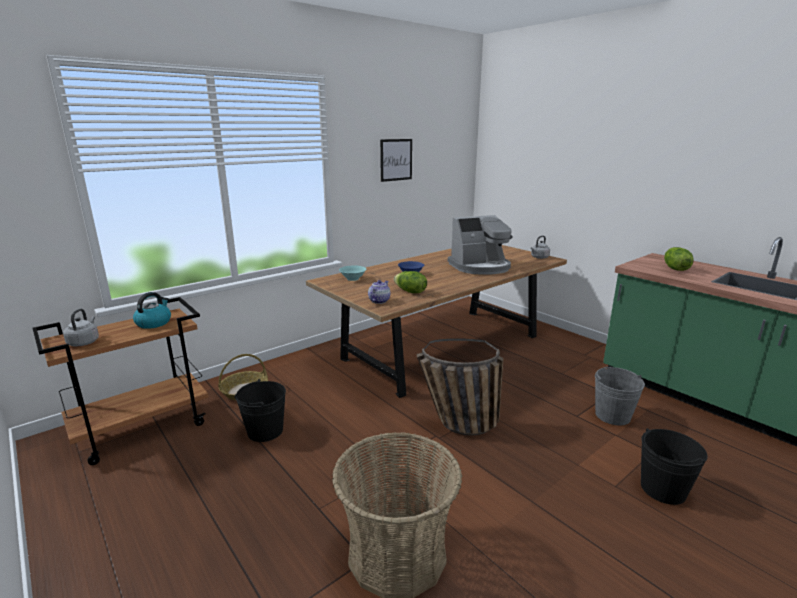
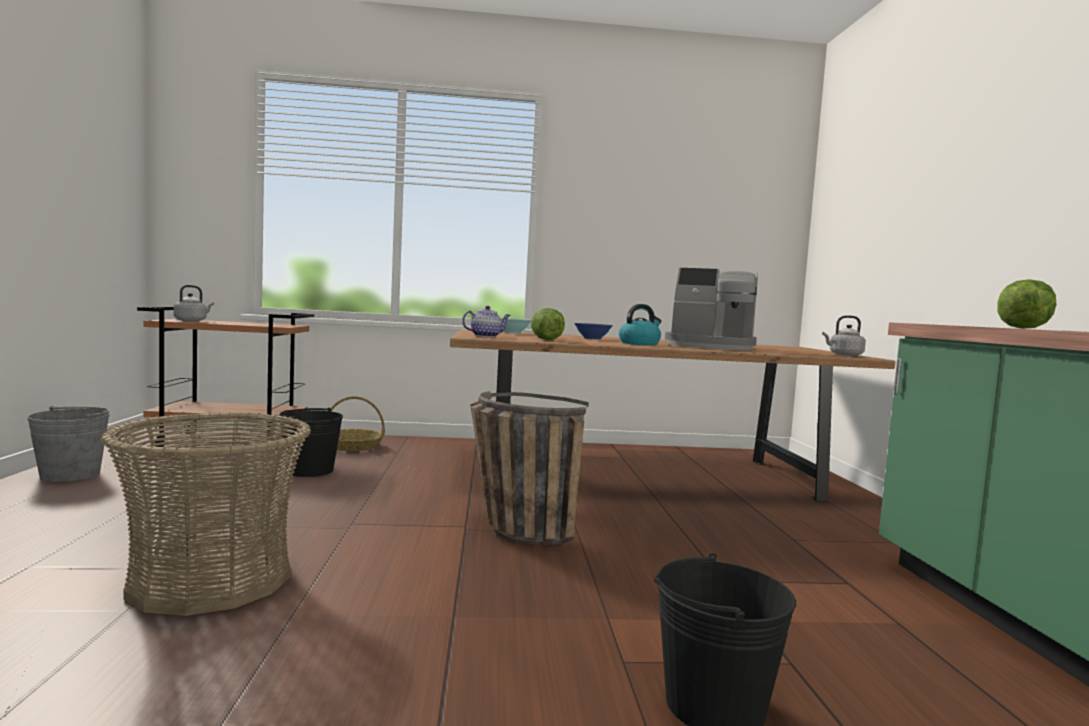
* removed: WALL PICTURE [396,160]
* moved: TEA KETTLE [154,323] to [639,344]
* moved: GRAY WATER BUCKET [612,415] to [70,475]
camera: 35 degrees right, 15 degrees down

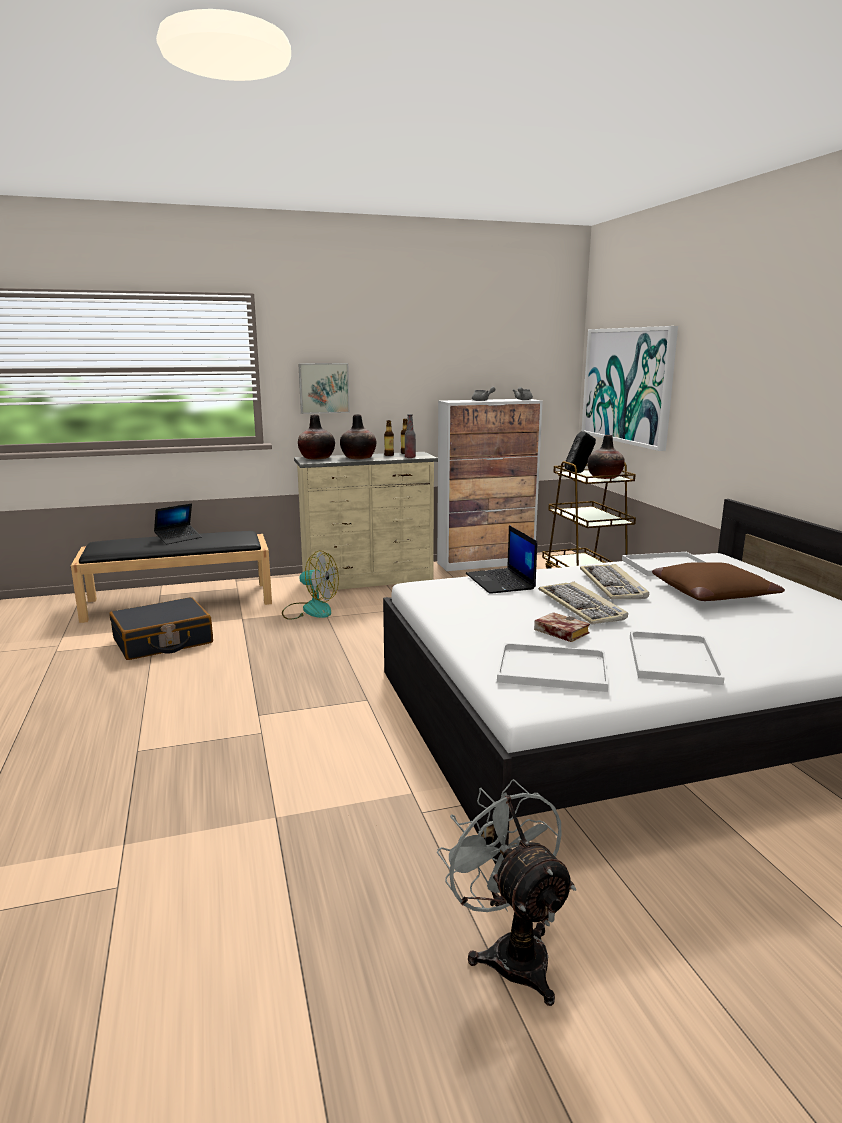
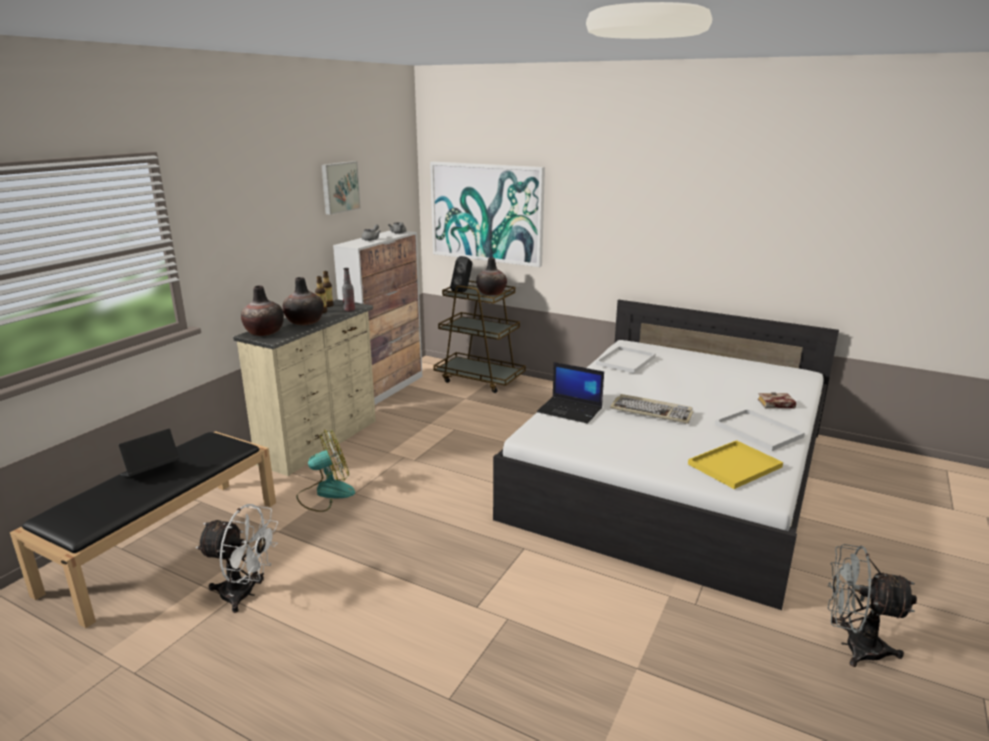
* removed: KEYBOARD [613,585]
* removed: BROWN PILLOW [712,593]
* moved: WALL PICTURE [323,388] to [339,187]
* moved: BOOK [558,632] to [775,404]
* replaced: BLACK TRAVEL CASE [163,641] to WHITE COOLING FAN [245,594]
* recoloured: WHITE TRAY [554,669] to YELLOW TRAY [735,465]
* turned: LAPTOP [178,538] = [151,472] 135 degrees counterclockwise
camera: 45 degrees left, 5 degrees up

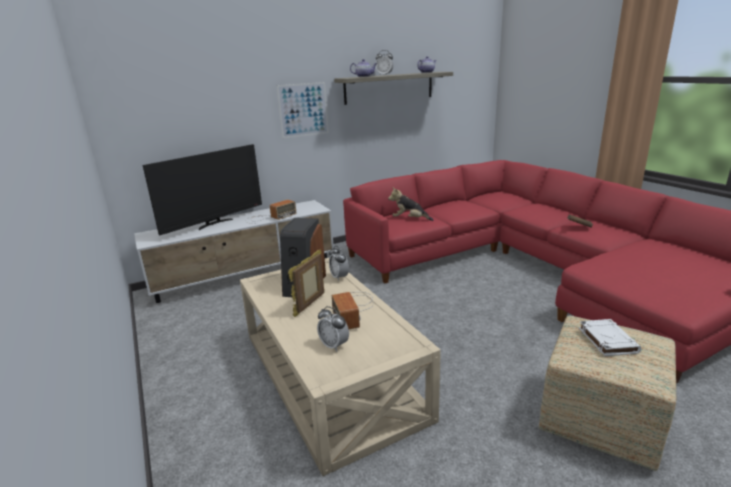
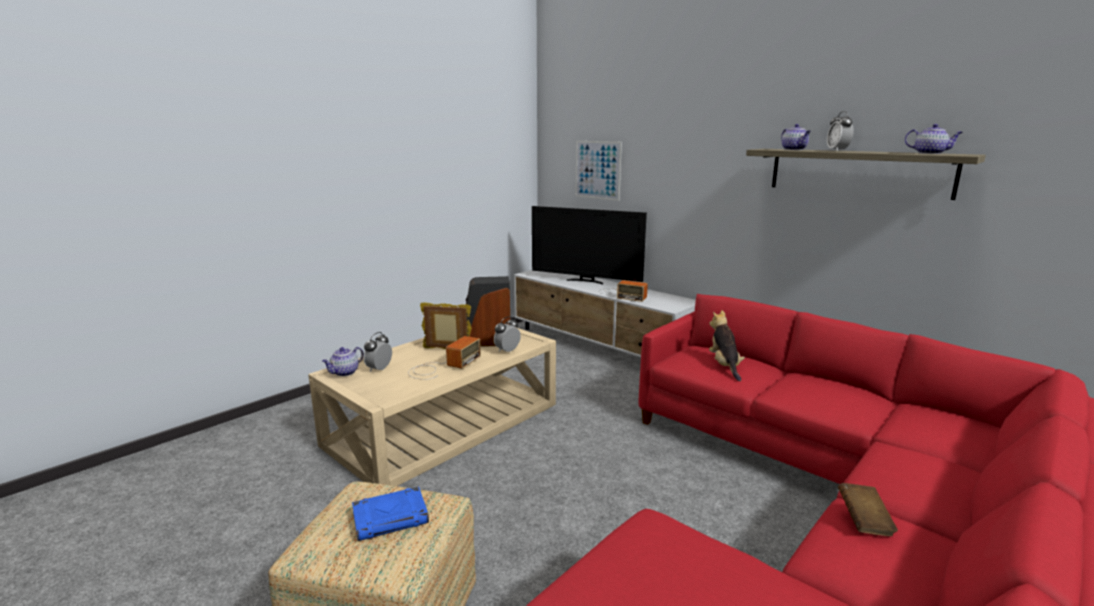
* added: POT FOR TEA [344,373]
* moved: WALL PICTURE [303,110] to [597,170]
* recoloured: WHITE BOOK [607,340] to BLUE BOOK [391,518]
* turned: RADIO SET [354,309] = [442,366] 150 degrees clockwise
camera: 70 degrees right, 5 degrees down

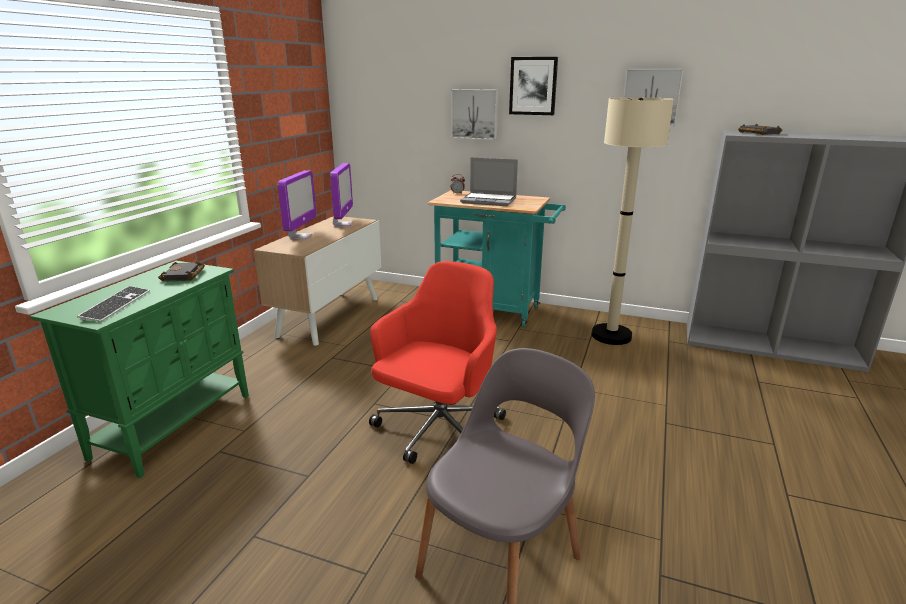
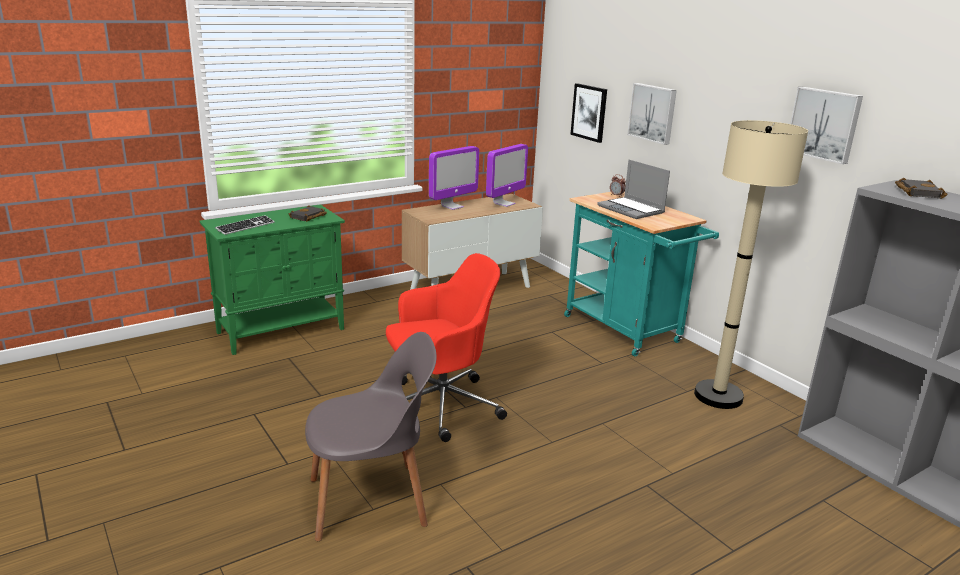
* moved: WALL PICTURE [533,86] to [589,112]
camera: 35 degrees right, 0 degrees up

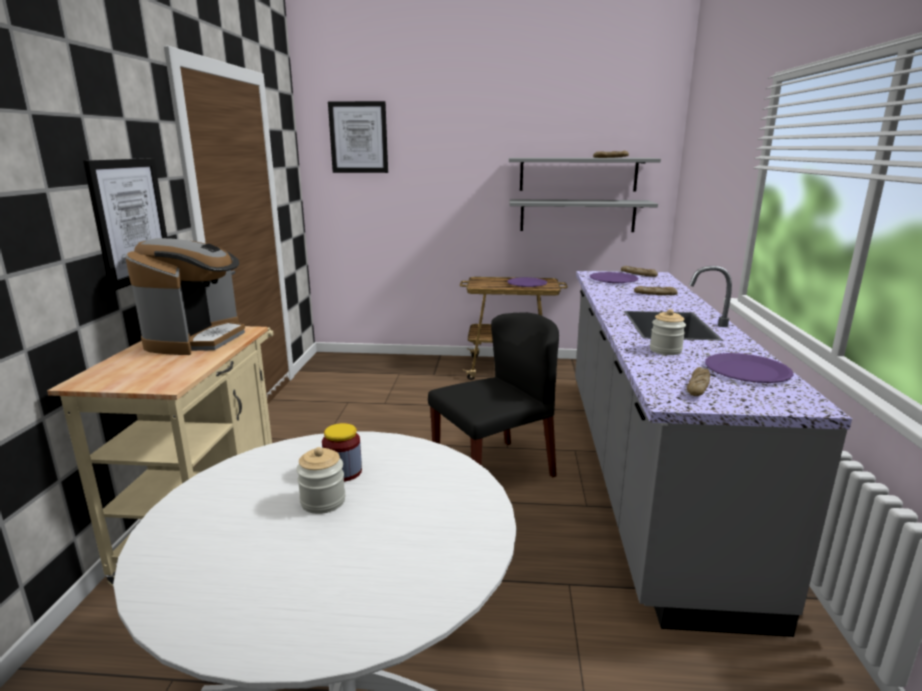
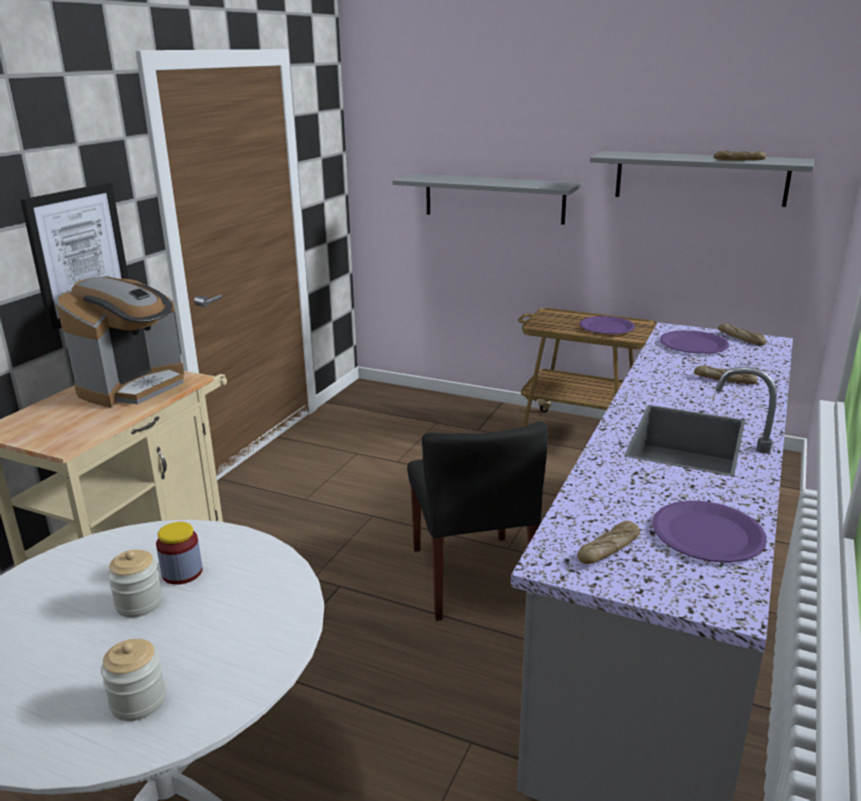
* removed: WALL PICTURE [358,137]
* moved: GRAY SHELF [577,215] to [494,198]
* moved: JAR [665,350] to [138,701]
* turned: BLACK UPRIGHT CHAIR [494,470] = [473,576] 90 degrees clockwise
camera: 20 degrees right, 5 degrees up

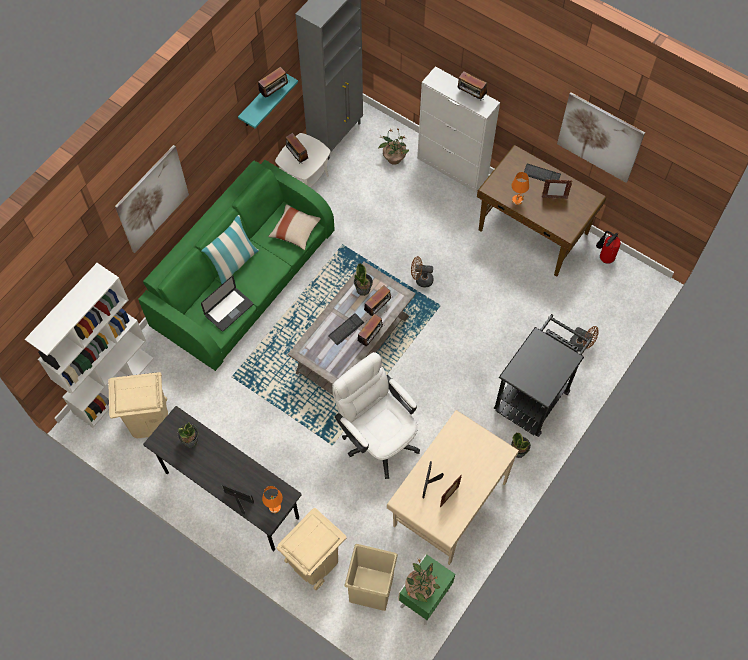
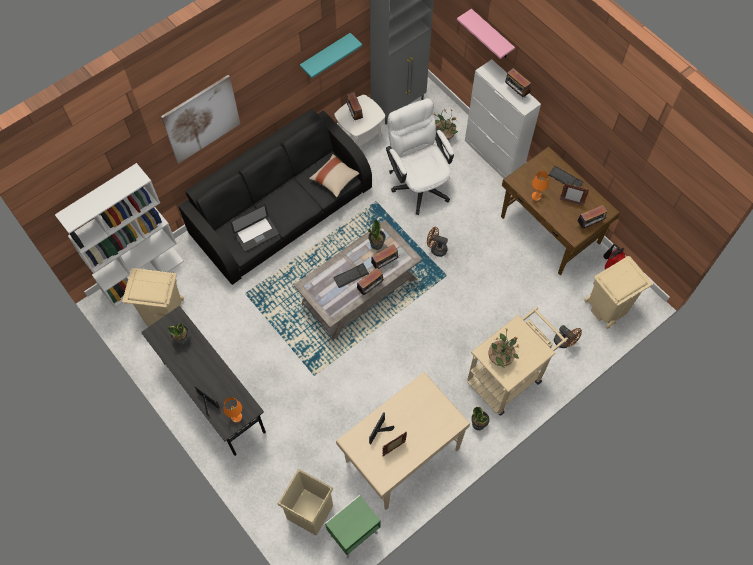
* removed: PILLOW [234,263]
* removed: WALL PICTURE [600,137]
* added: PINK SHELF [491,35]
* moved: RADIO SET [274,92] to [590,224]
* moved: BEIGE RUBBISH BIN [314,561] to [607,307]
* moved: WHITE COMPUTER CHAIR [377,437] to [418,183]
* moved: PLANT IN A POT [420,588] to [500,358]
* recoloured: GREENISH SETTEE [243,278] to BLACK SETTEE [281,211]
* recoloured: BLACK WHEELED CART [535,394] to BEIGE WHEELED CART [508,376]
camera: 15 degrees right, 0 degrees up

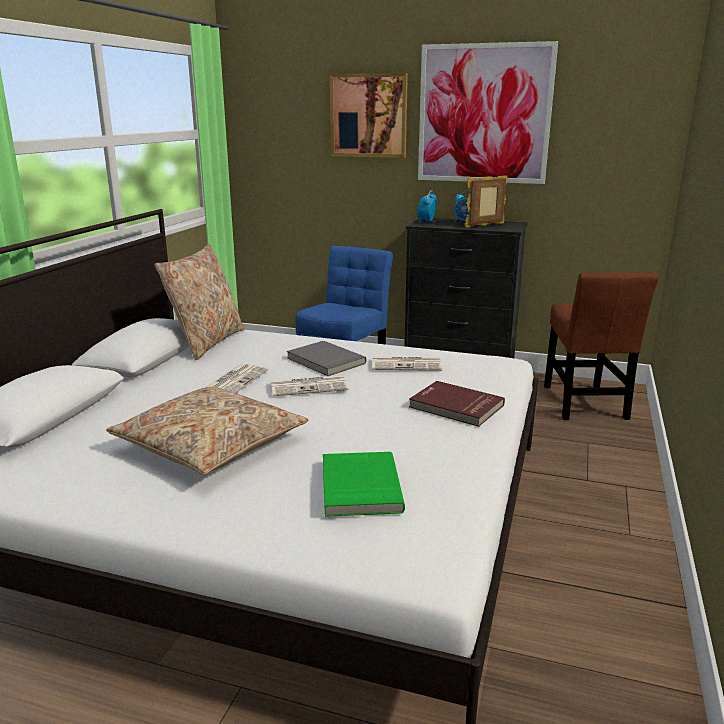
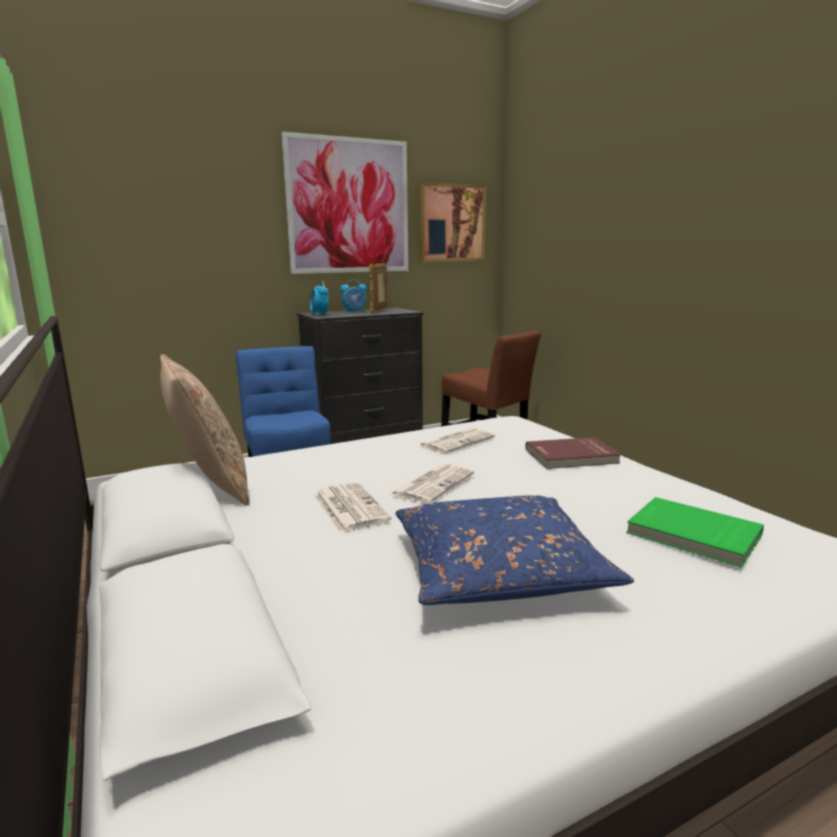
* removed: GRAY BOOK [325,361]
* moved: WALL PICTURE [368,116] to [451,223]
* recoloured: BEIGE PILLOW [211,445] to BLUE PILLOW [498,569]
camera: 45 degrees left, 5 degrees down

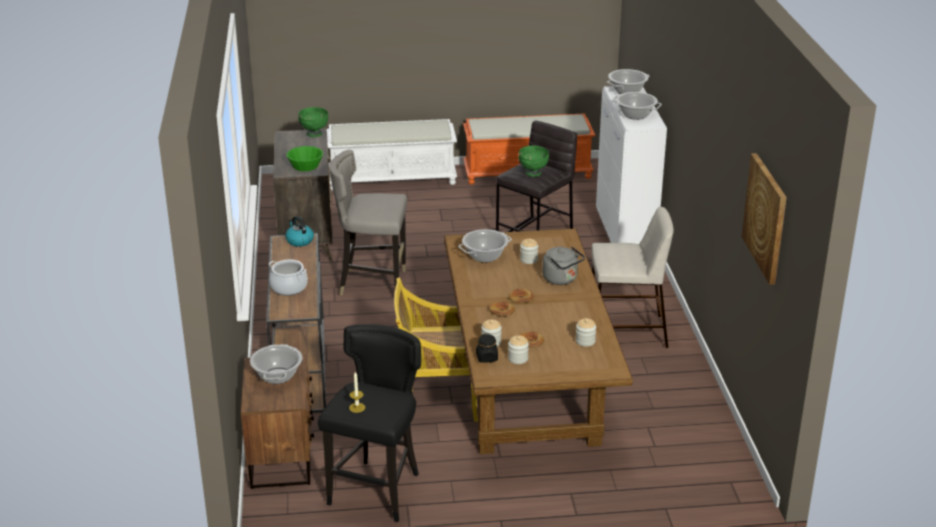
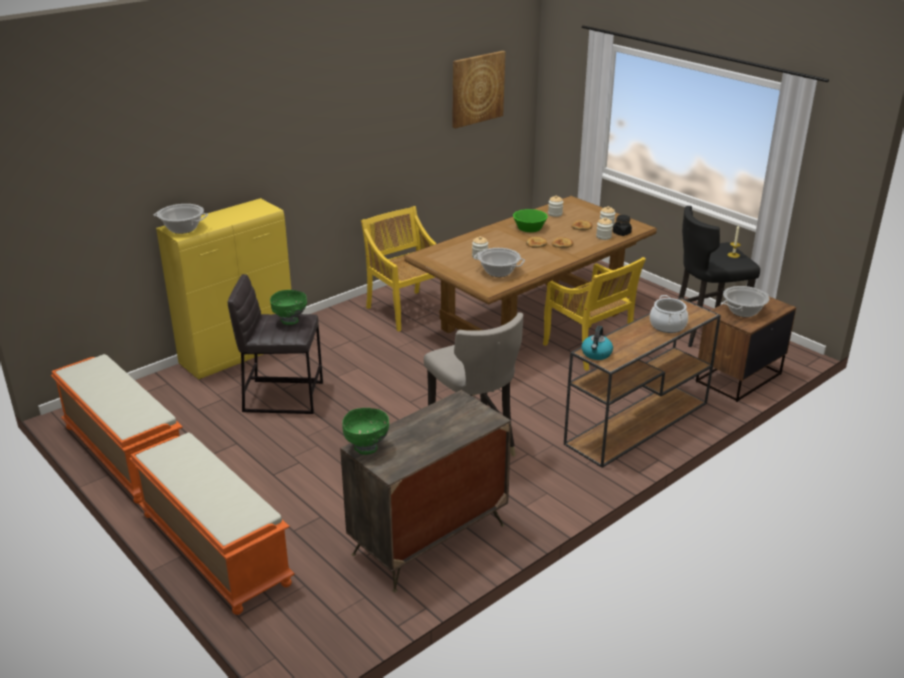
* removed: GRAY TEA KETTLE [562,279]
* removed: SAUCEPOT [635,115]
* moved: GREENISH SERVING BOWL [305,166] to [529,227]
* replaced: BEIGE STOOL [626,331] to YELLOW UPRIGHT CHAIR [406,310]
* recoloured: WHITE INDOOR BENCH [393,178] to ORANGE-COLOURED INDOOR BENCH [213,548]
* recoloured: WHITE CABINET [625,235] to YELLOW CABINET [239,354]
camera: 125 degrees left, 0 degrees up

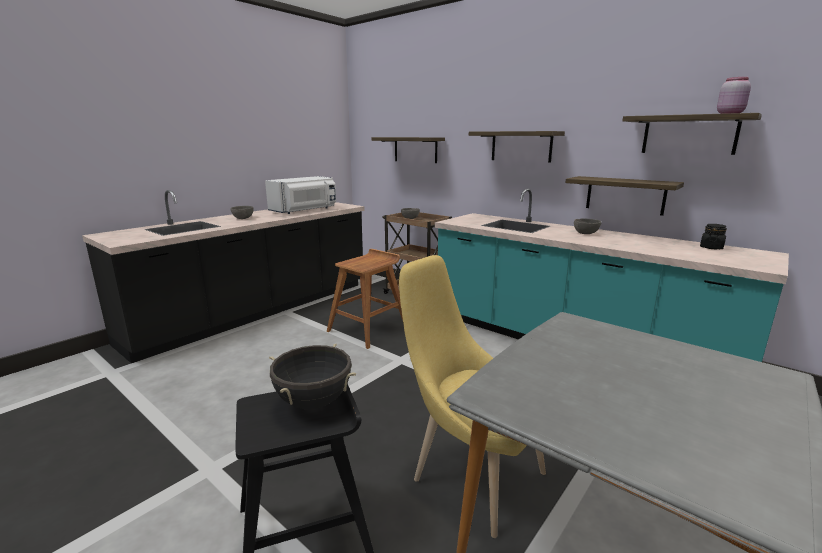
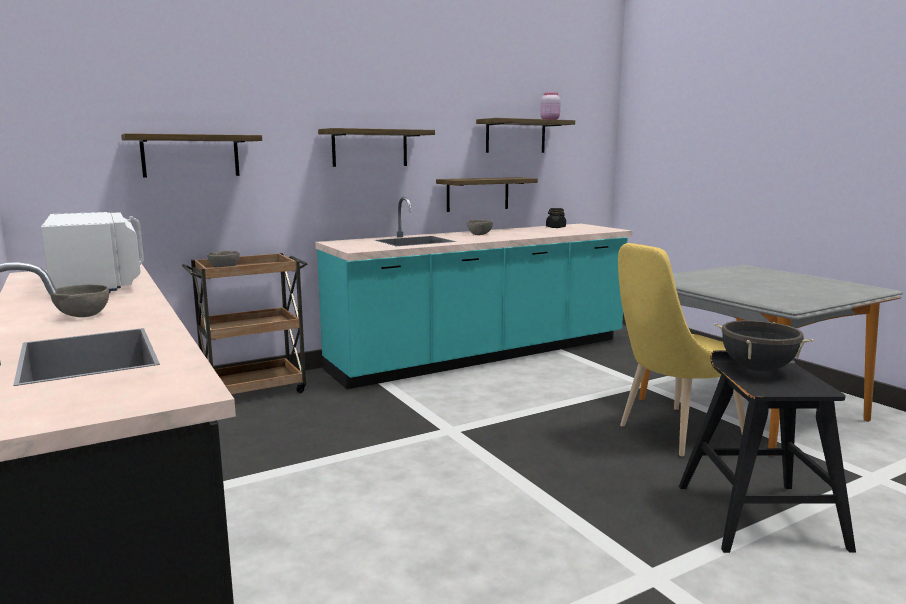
* removed: BROWN STOOL [369,329]
camera: 70 degrees left, 5 degrees down

